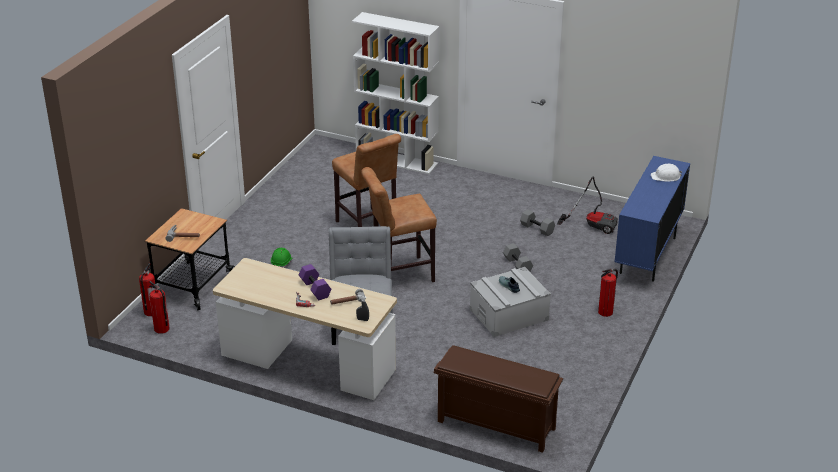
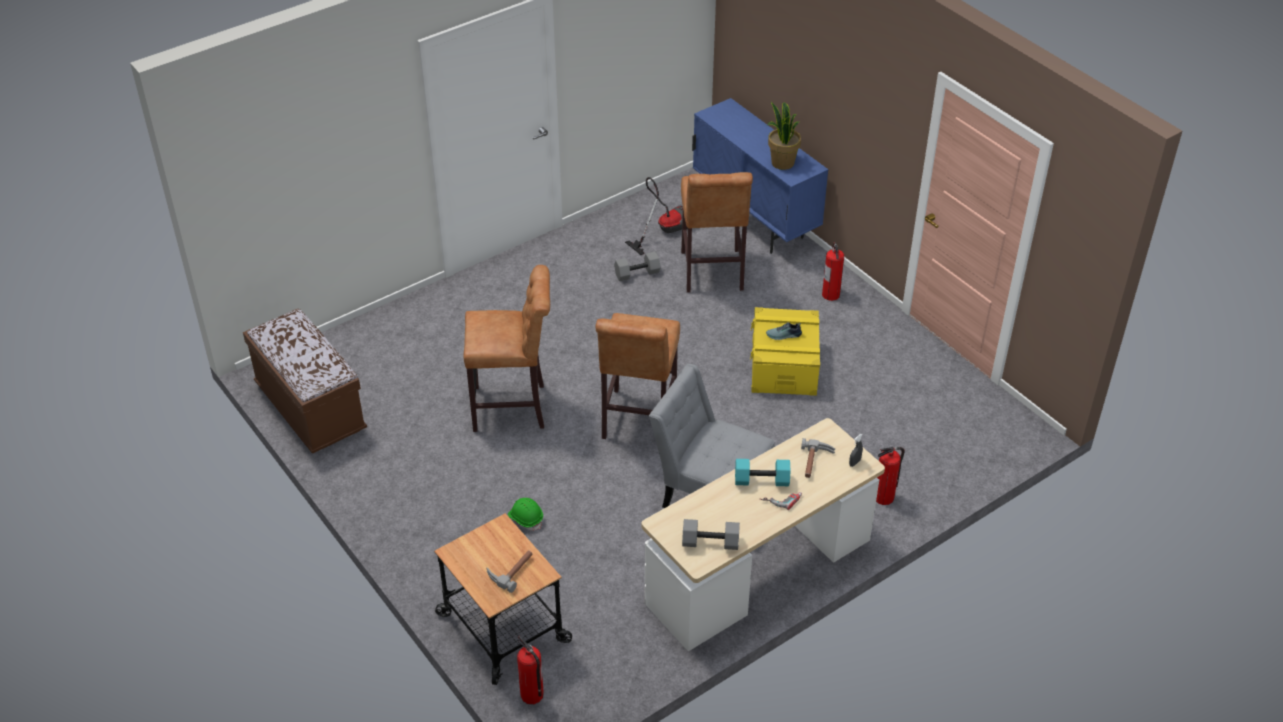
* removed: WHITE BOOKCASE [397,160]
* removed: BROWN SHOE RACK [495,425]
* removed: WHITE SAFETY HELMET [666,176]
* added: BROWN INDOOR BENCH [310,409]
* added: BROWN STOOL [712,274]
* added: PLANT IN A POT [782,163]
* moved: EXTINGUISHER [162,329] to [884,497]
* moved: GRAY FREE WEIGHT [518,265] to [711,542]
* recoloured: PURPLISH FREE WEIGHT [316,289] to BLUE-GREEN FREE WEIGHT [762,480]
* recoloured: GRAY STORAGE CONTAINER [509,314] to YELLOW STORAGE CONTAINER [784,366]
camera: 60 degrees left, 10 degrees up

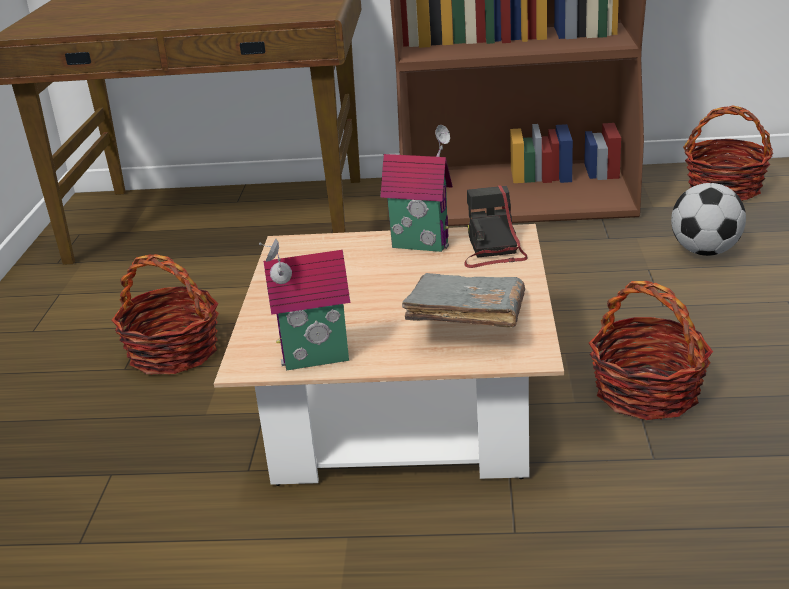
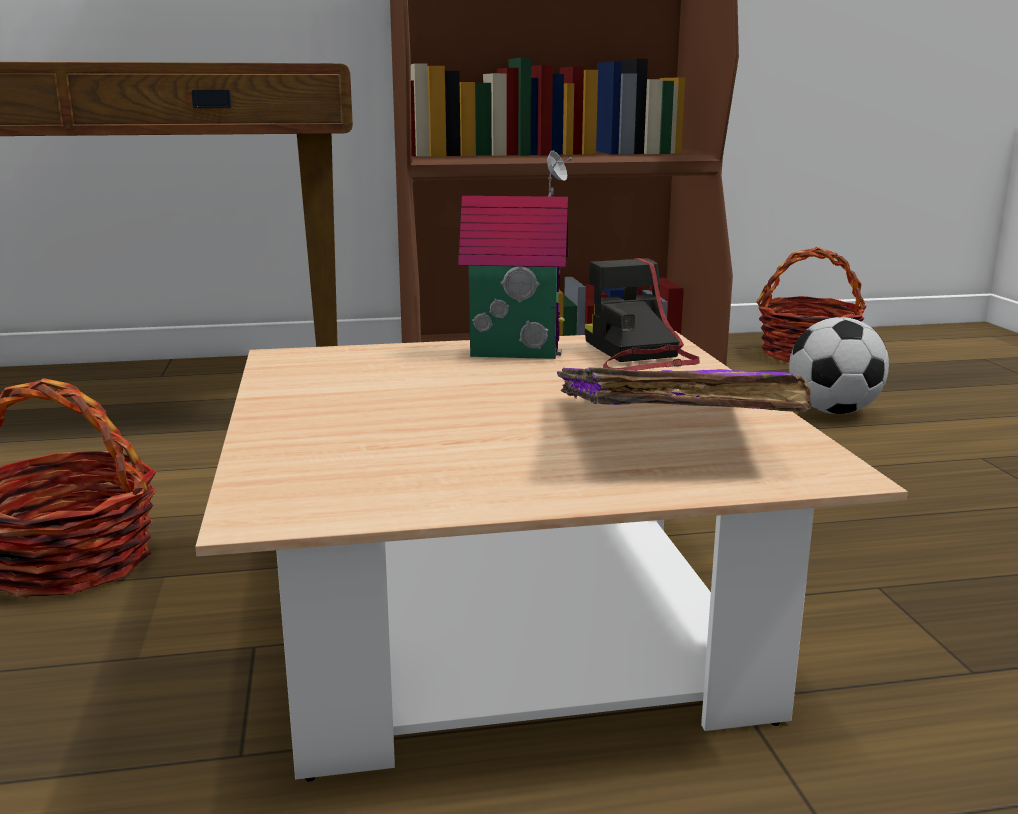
* removed: MODEL HOUSE [315,361]
* removed: BASKET [647,393]
* recoloured: GRAY BOOK [466,322] to PURPLISH BOOK [666,434]
camera: 15 degrees left, 10 degrees down

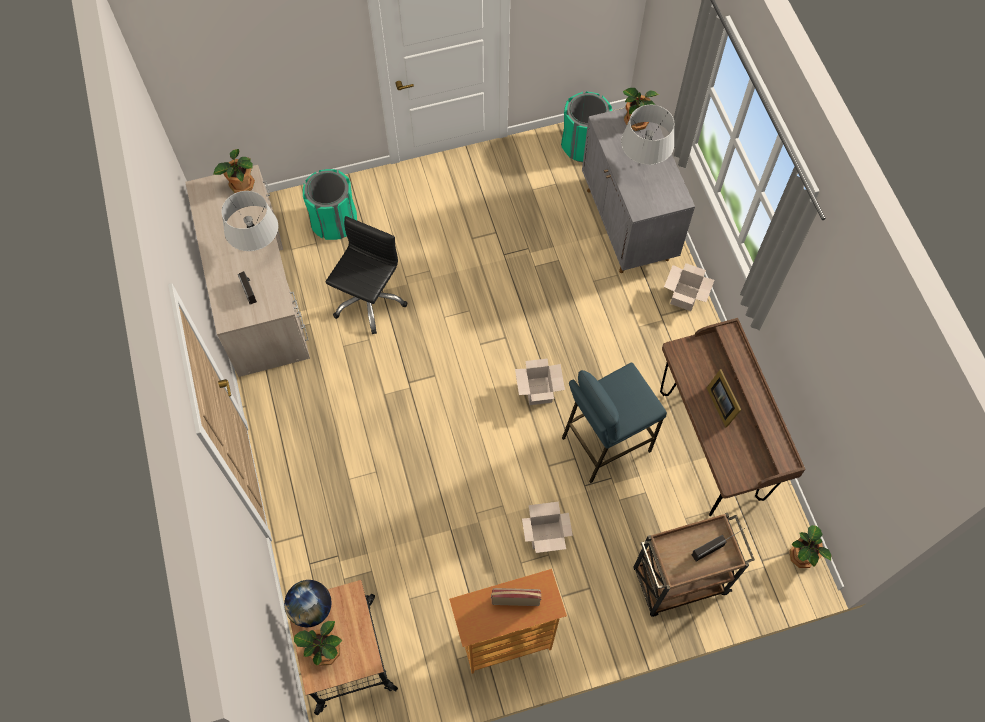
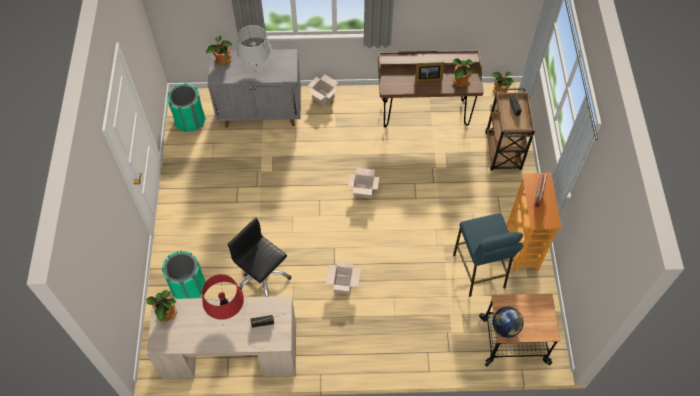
* moved: PLANT IN A POT [324,650] to [460,81]
* moved: CARTON [545,536] to [343,284]
* moved: BLUE STOOL [605,443] to [479,271]
* recoloured: GRAY LAMP FOR A TABLE [258,247] to RED LAMP FOR A TABLE [226,311]
camera: 75 degrees left, 5 degrees down

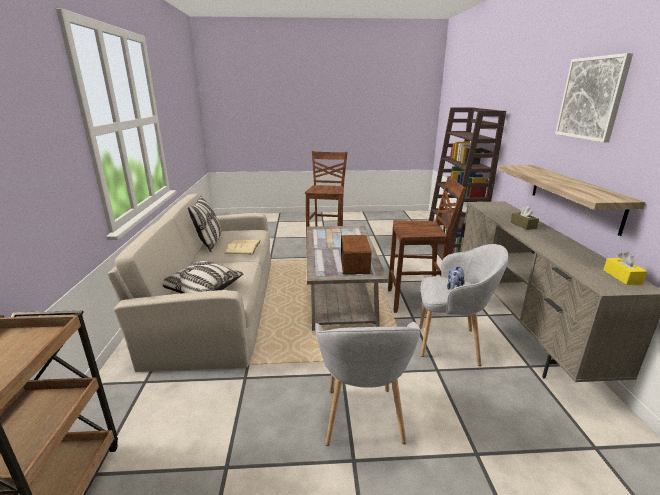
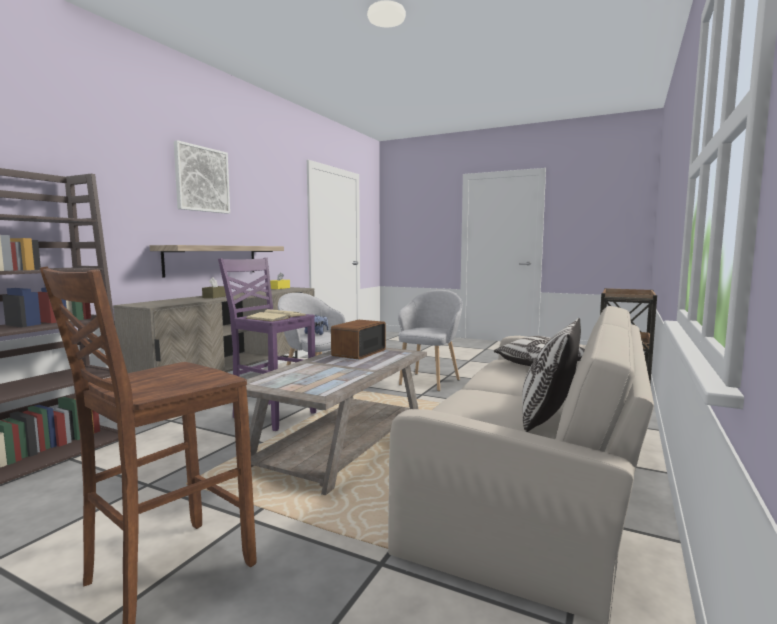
* moved: BEIGE BOOK [243,247] to [276,317]
* recoloured: BROWN STOOL [416,301] to PURPLISH STOOL [272,415]
camera: 150 degrees left, 15 degrees down

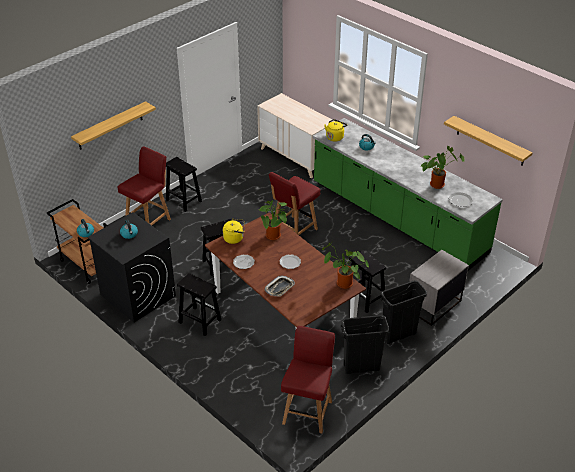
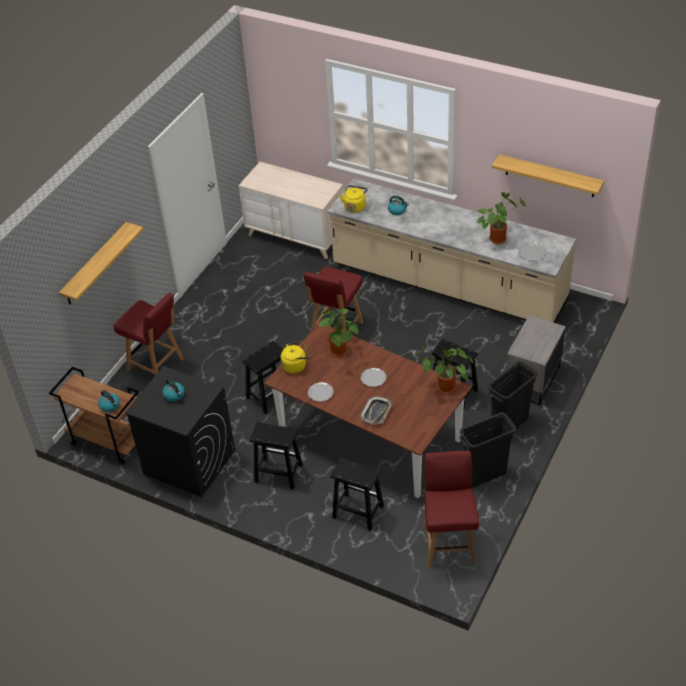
* moved: BLACK STOOL [183,200] to [357,511]
* recoloured: GREENISH KITCHEN COUNTER [397,218] to BEIGE KITCHEN COUNTER [448,284]
* turned: RED UPRIGHT CHAIR [149,221] = [156,365] 105 degrees clockwise
camera: 15 degrees left, 5 degrees up

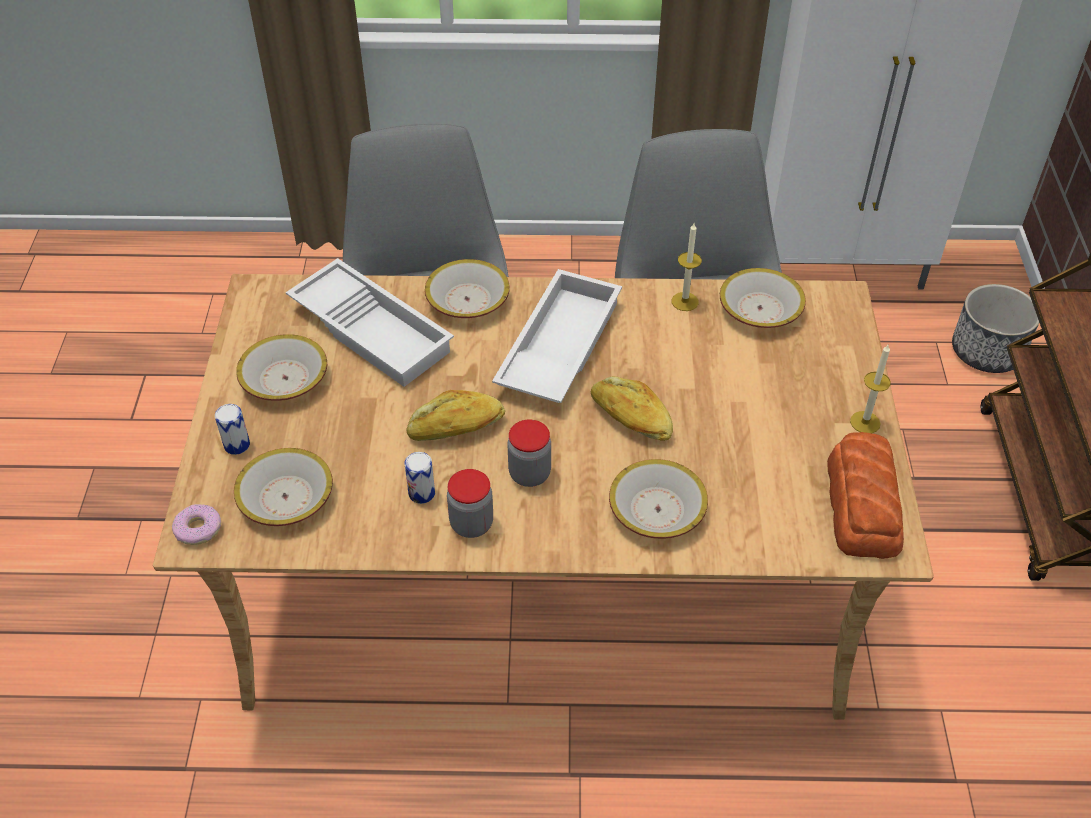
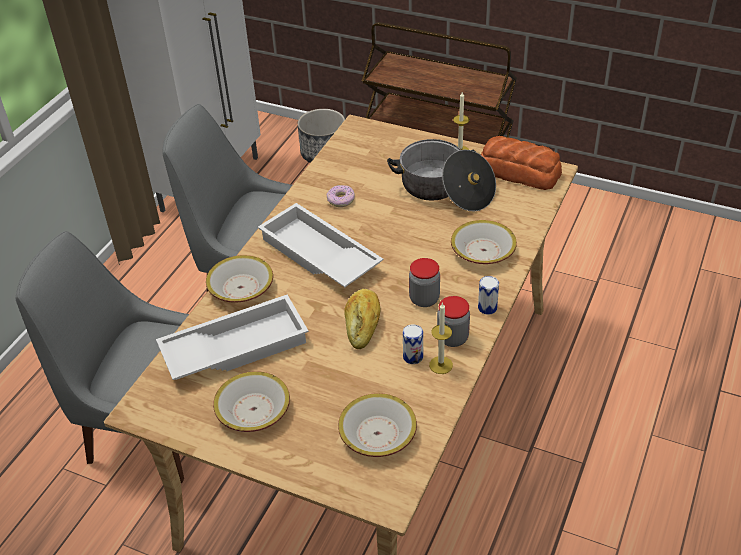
* removed: BAKED BREAD [630,418]
* removed: SERVING BOWL [760,309]
* added: SAUCEPOT [444,190]
* moved: DONUT [198,529] to [341,200]
* moved: CAN [237,445] to [487,308]
* moved: WAX LIGHT [685,301] to [441,365]
camera: 65 degrees left, 5 degrees down

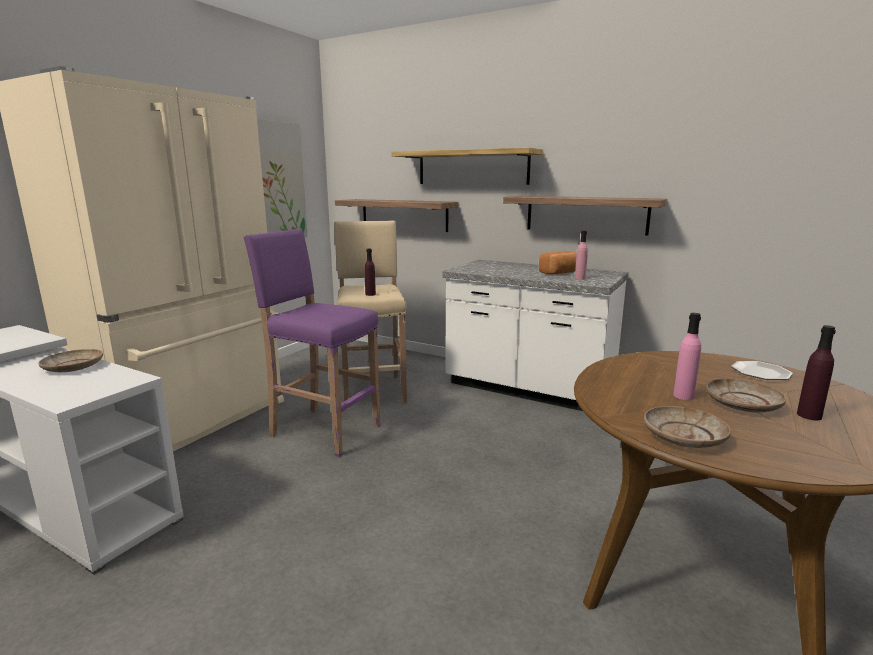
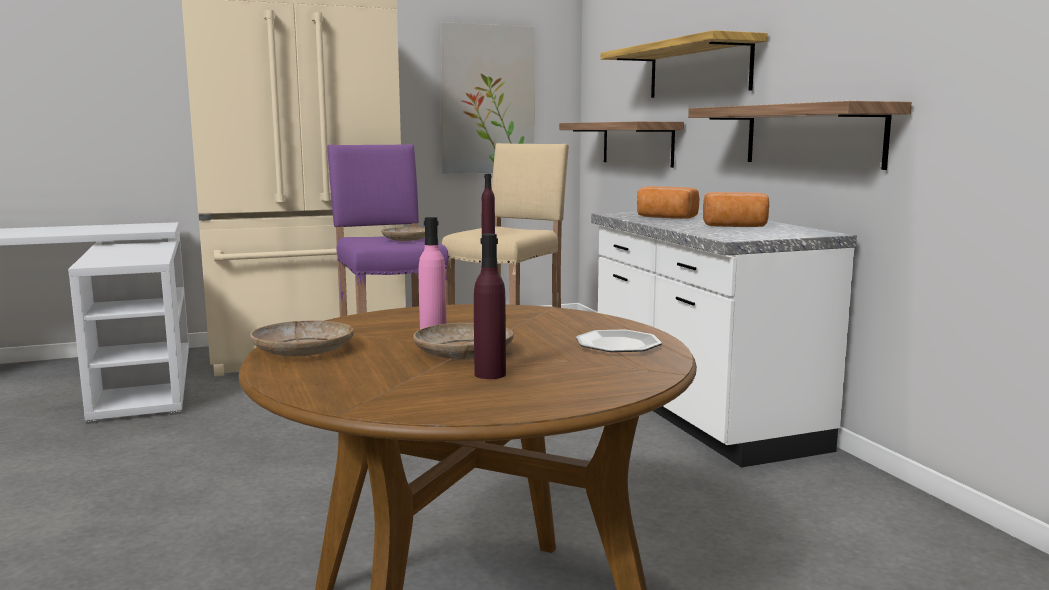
* removed: PINK BOTTLE [580,278]
* added: BAKED BREAD [665,217]
* moved: BEIGE DINNER PLATE [73,367] to [406,239]
camera: 40 degrees right, 5 degrees down

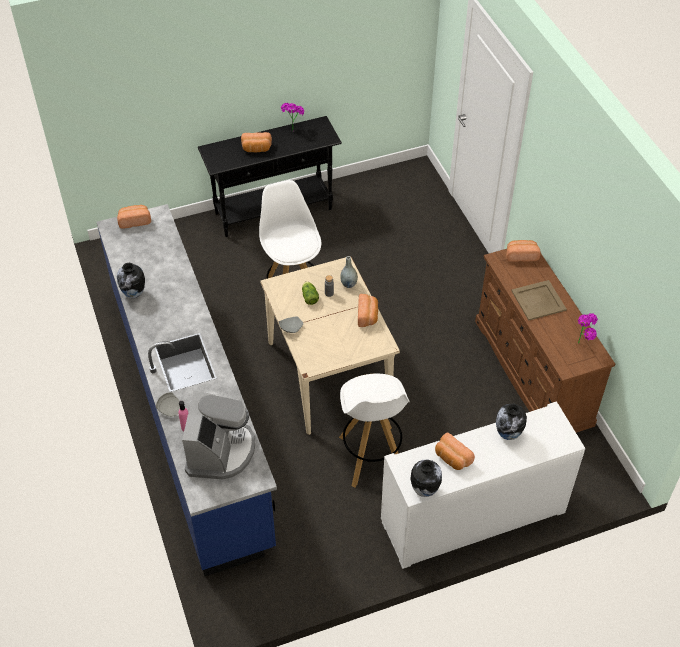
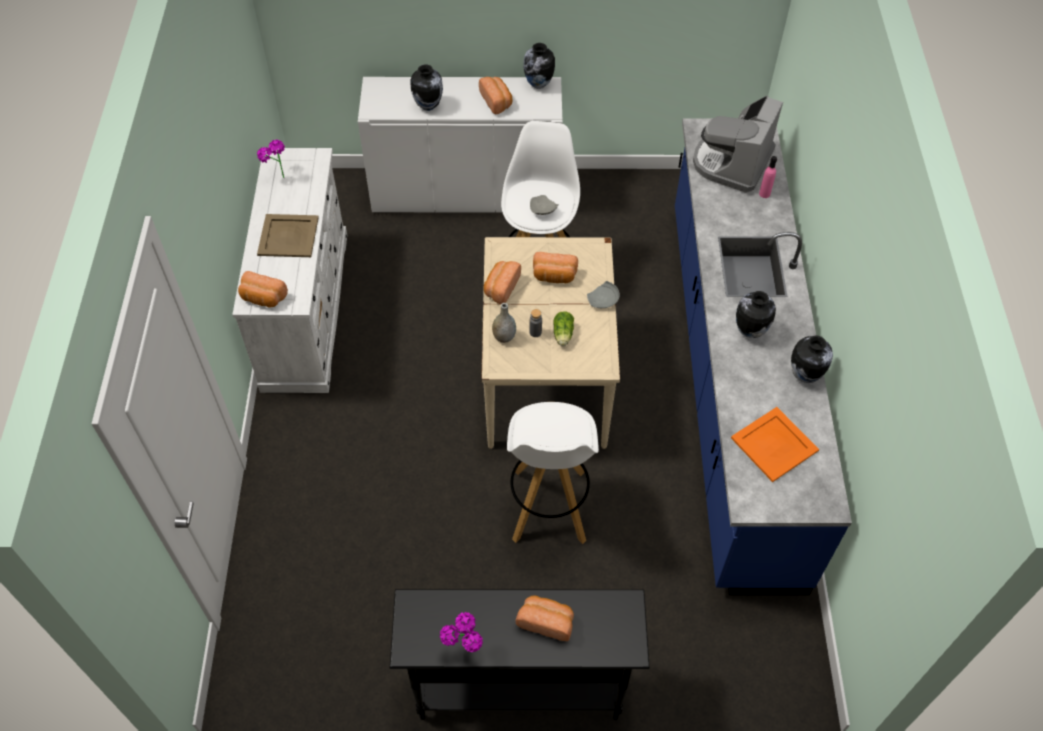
* added: ORANGE-COLOURED TRAY [775,444]
* added: FLOWER VASE [749,331]
* moved: BAKED BREAD [134,221] to [554,276]
* moved: GRAY DINNER PLATE [170,408] to [542,210]
* recoloured: BROWN CHEST OF DRAWERS [533,372] to WHITE CHEST OF DRAWERS [305,308]
camera: 160 degrees left, 5 degrees up

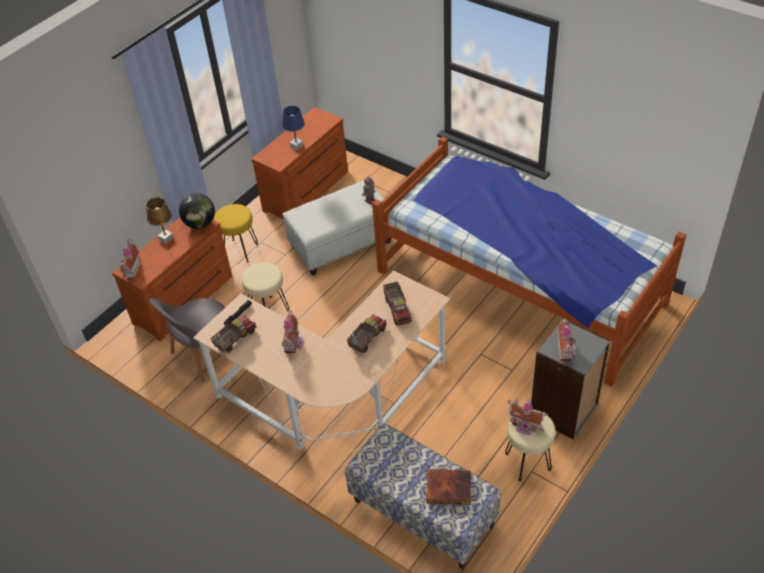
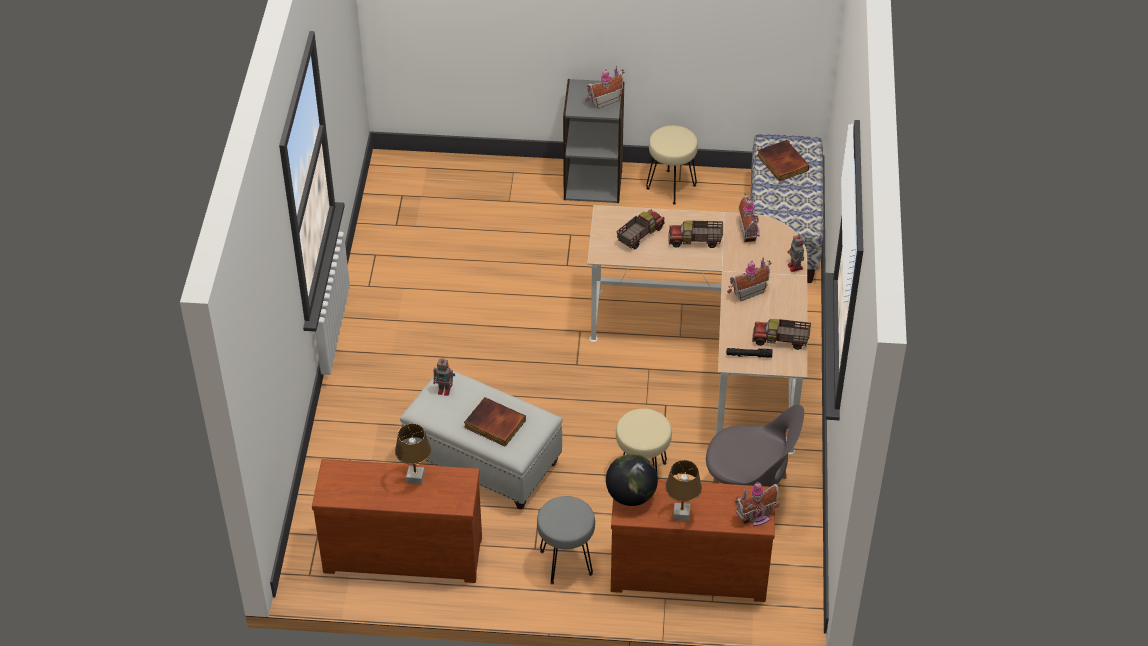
* removed: BEDROOM BED [519,286]
* added: BOOK [494,424]
* added: ROBOT FIGURE [795,267]
* moved: MODEL HOUSE [525,426] to [750,232]
* recoloured: YELLOW STOOL [240,250] to GRAY STOOL [565,563]
* recoloured: BLUE LAMP FOR A TABLE [296,146] to BROWN LAMP FOR A TABLE [415,478]
camera: 125 degrees left, 0 degrees up

